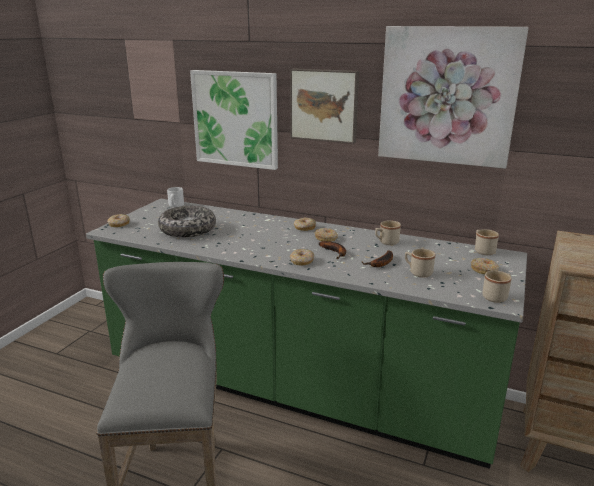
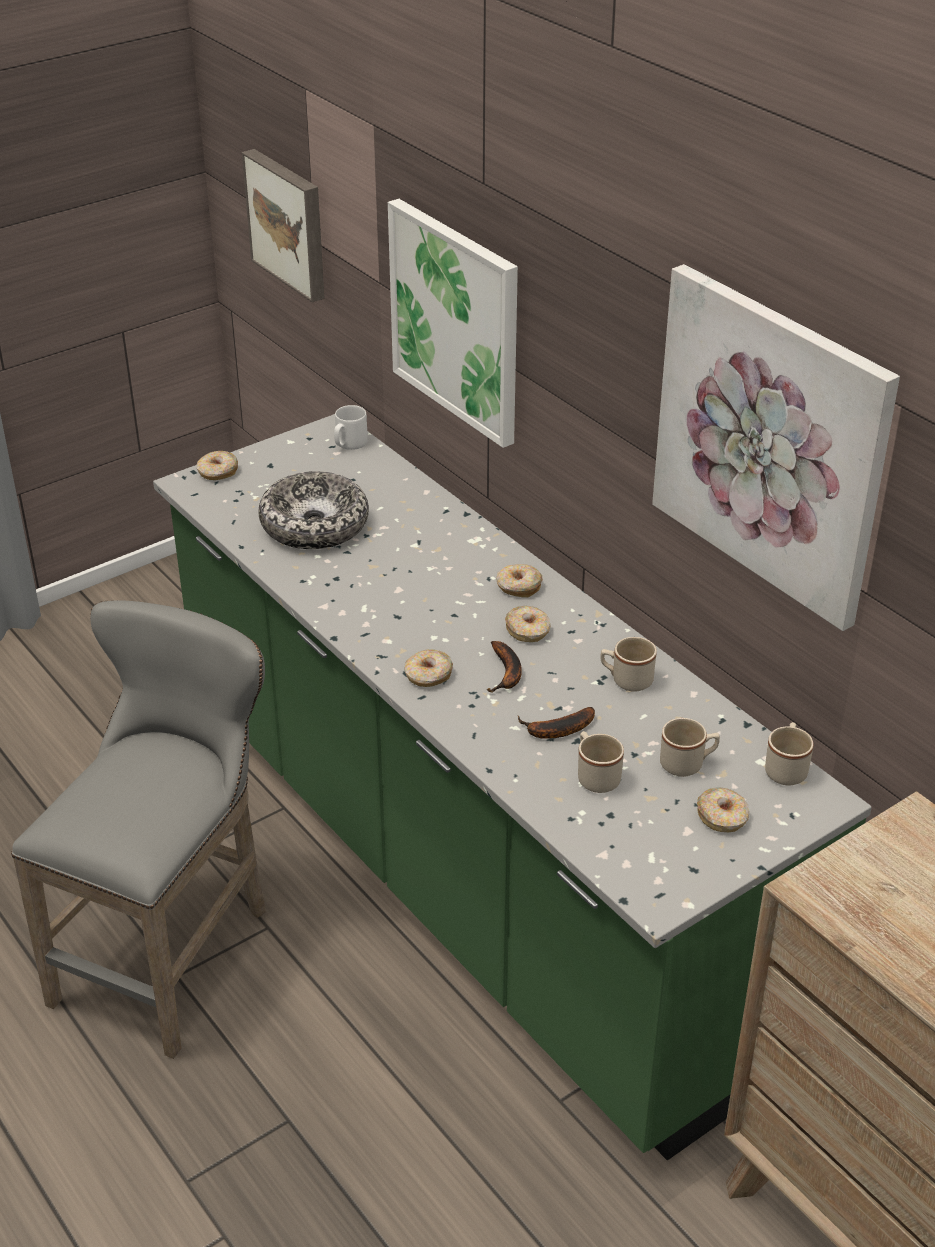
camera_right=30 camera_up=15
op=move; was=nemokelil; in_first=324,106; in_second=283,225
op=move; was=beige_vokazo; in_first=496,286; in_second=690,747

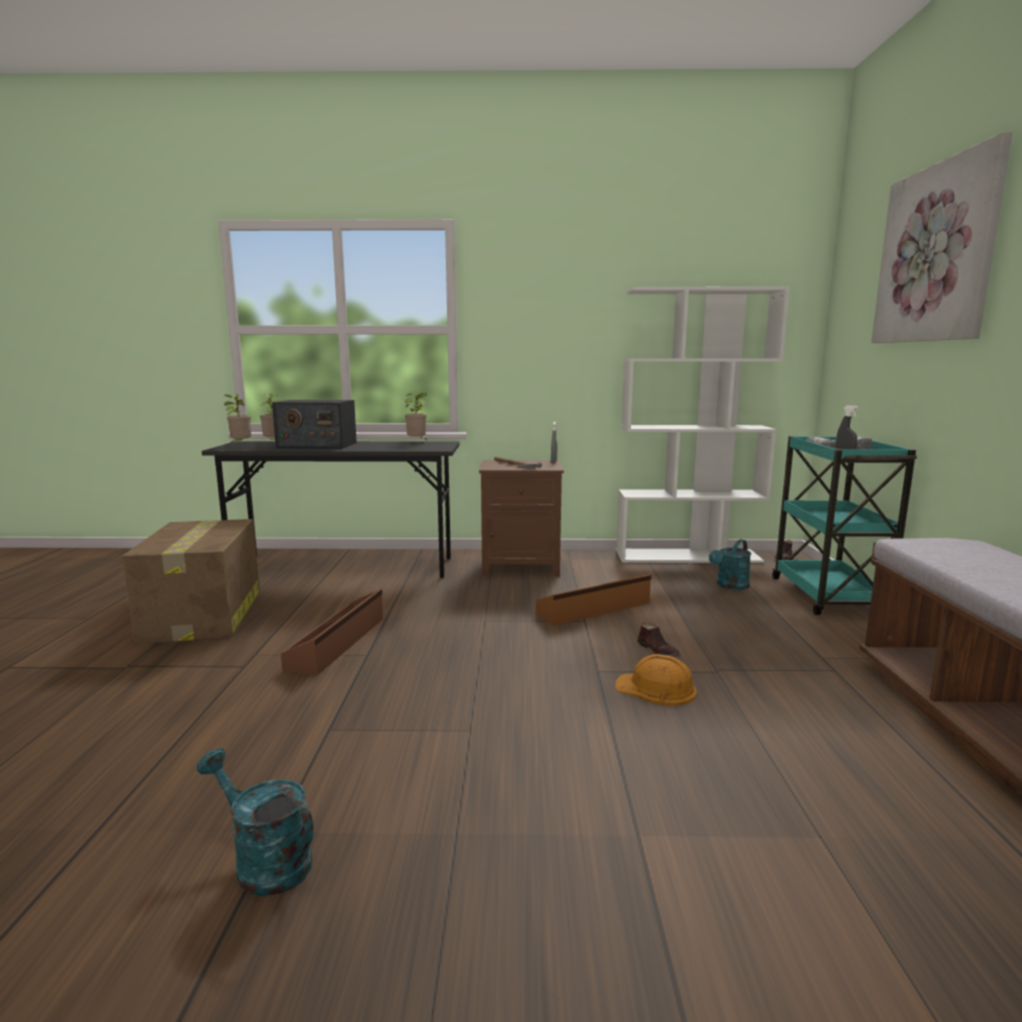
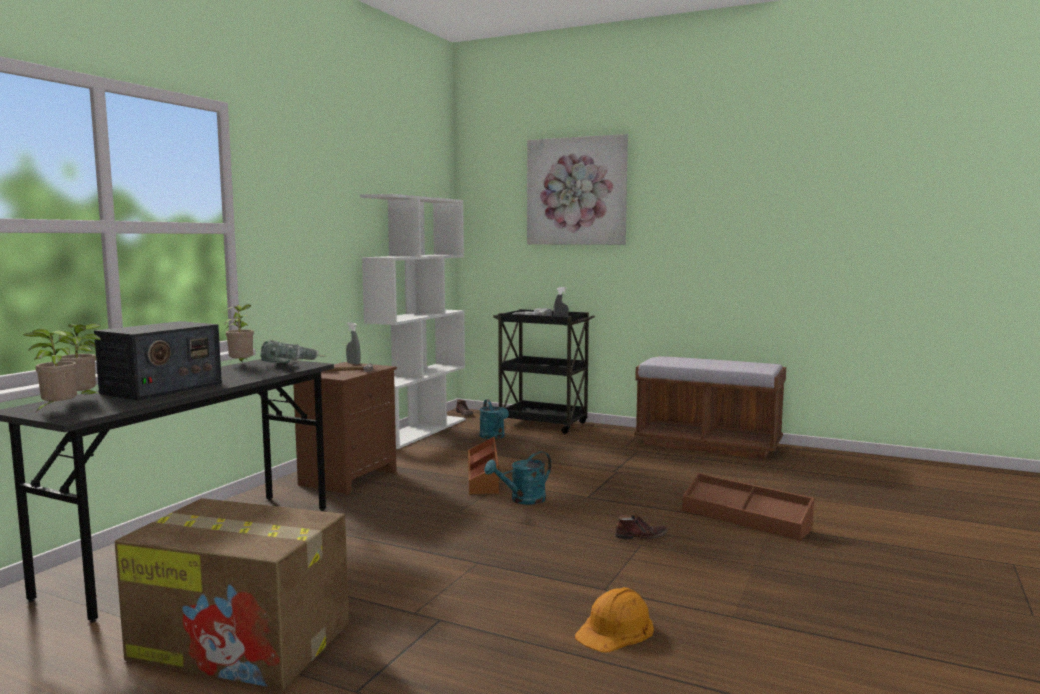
camera_right=-65 camera_up=-5
op=insert; now=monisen; in_second=292,352
op=move; was=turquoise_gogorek; in_first=255,822; in_second=517,478
op=move; was=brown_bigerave; in_first=332,632; in_second=748,506
op=move; was=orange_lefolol; in_first=656,680; in_second=614,619
op=move; was=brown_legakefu; in_first=658,639; in_second=641,526
op=recolor; was=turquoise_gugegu; now=black_gugegu; in_first=844,525; in_second=544,371

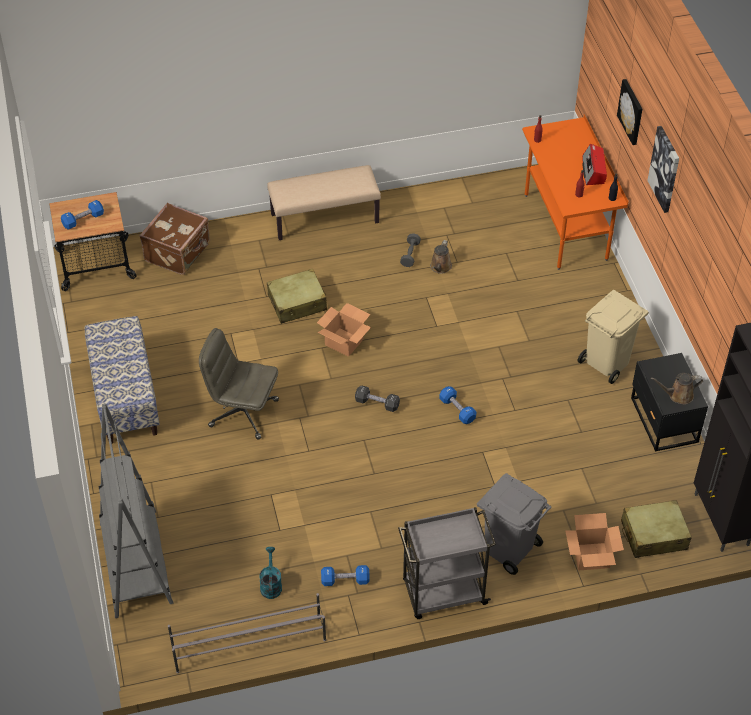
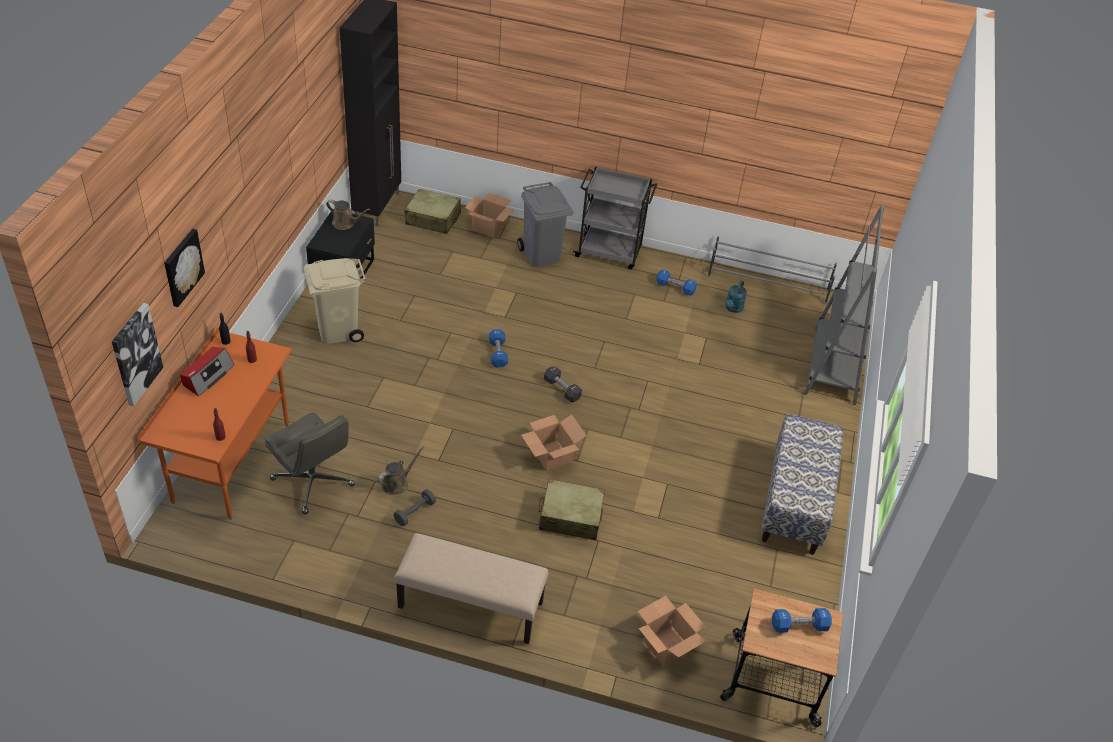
camera_right=-155 camera_up=-5
op=move; was=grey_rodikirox; in_first=239,384; in_second=310,463
op=move; was=nemokelil; in_first=663,169; in_second=137,354
op=replace; was=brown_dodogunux; now=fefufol; in_first=175,239; in_second=672,631

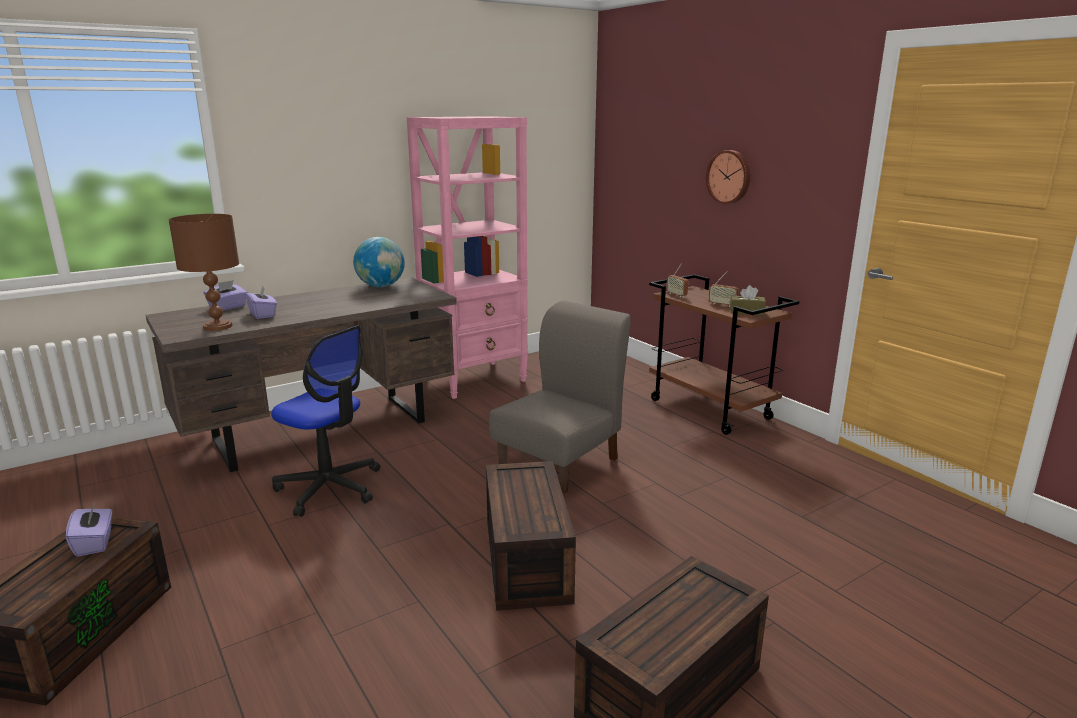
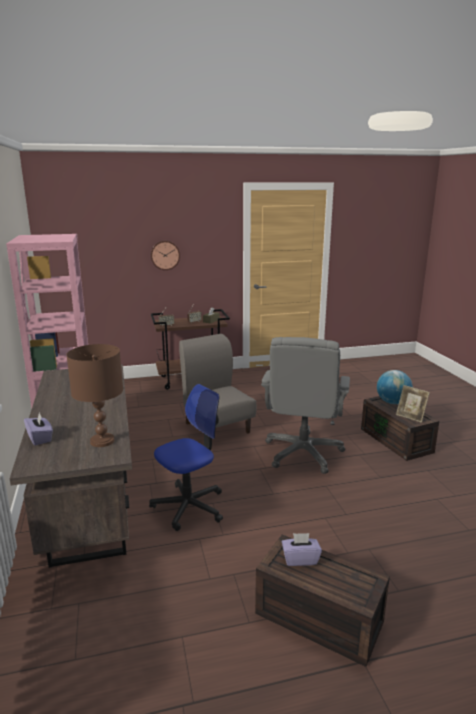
camera_right=-70 camera_up=0
op=delete; was=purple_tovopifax; in_first=261,302
op=insert; now=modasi; in_second=413,404
op=move; was=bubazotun; in_first=379,262; in_second=395,387
op=replace; was=brown_bigerave; now=grey_rodikirox; in_first=531,536; in_second=305,405

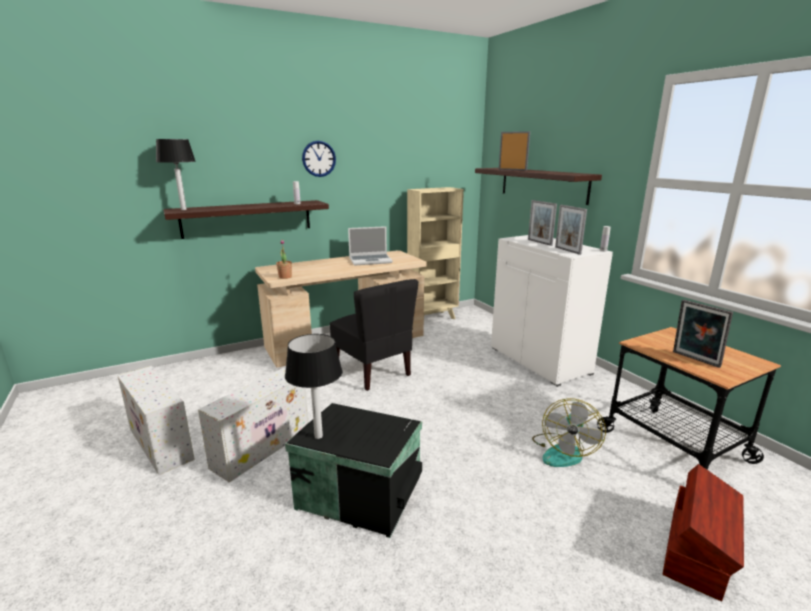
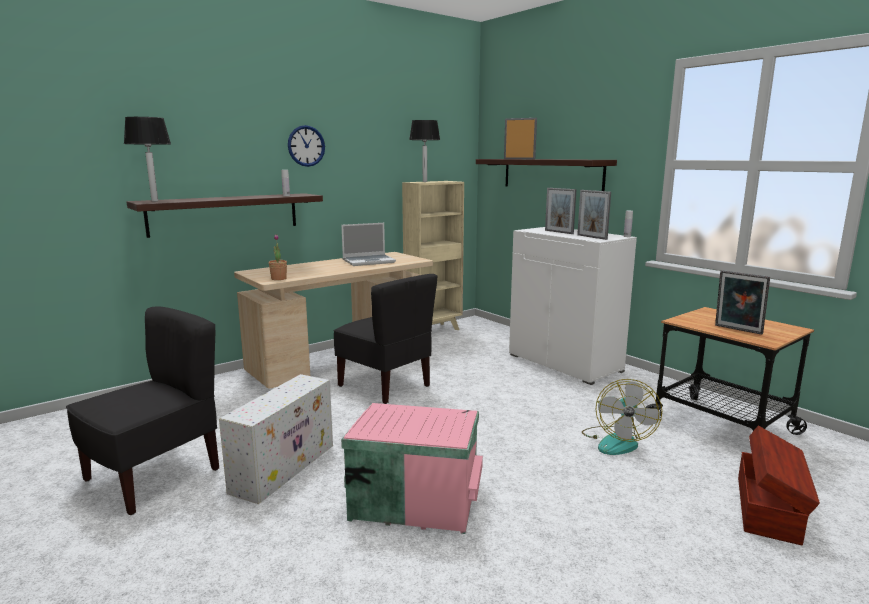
camera_right=-10 camera_up=-5
op=move; was=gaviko; in_first=313,386; in_second=424,151
op=replace; was=white_bigerave; now=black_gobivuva; in_first=156,420; in_second=142,411
op=recolor; was=black_bigerave; now=pink_bigerave; in_first=353,470; in_second=412,468

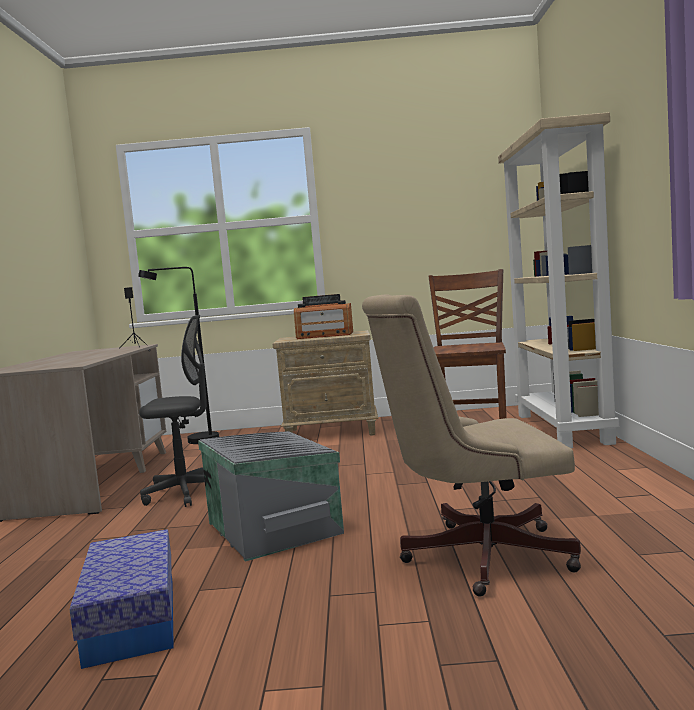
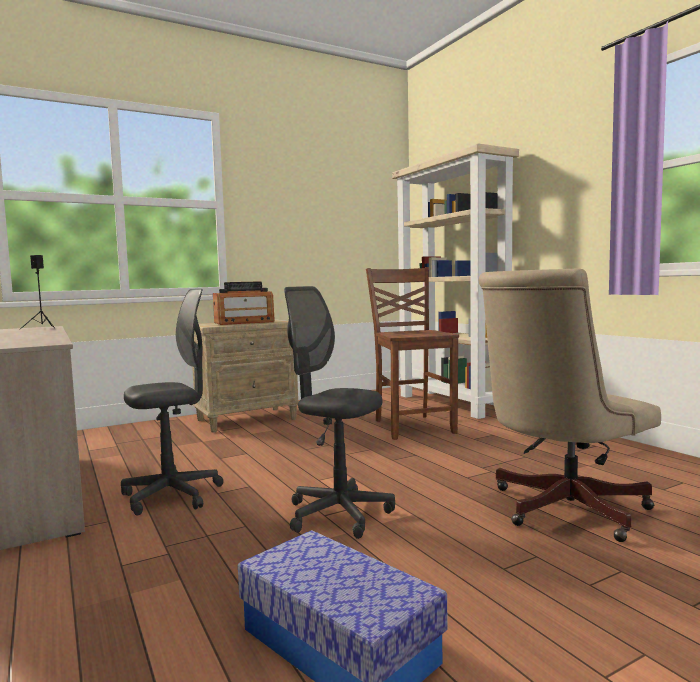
camera_right=-30 camera_up=0
op=delete; was=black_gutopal; in_first=178,355
op=replace; was=grey_bigerave; now=grey_rodikirox; in_first=271,496; in_second=339,412

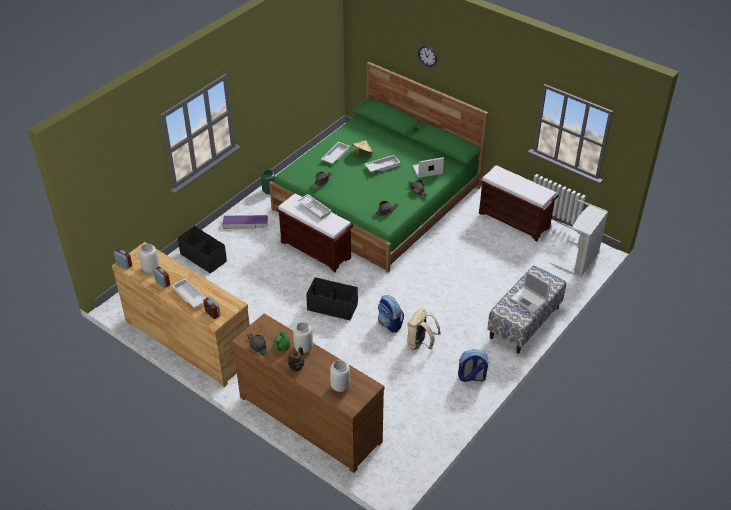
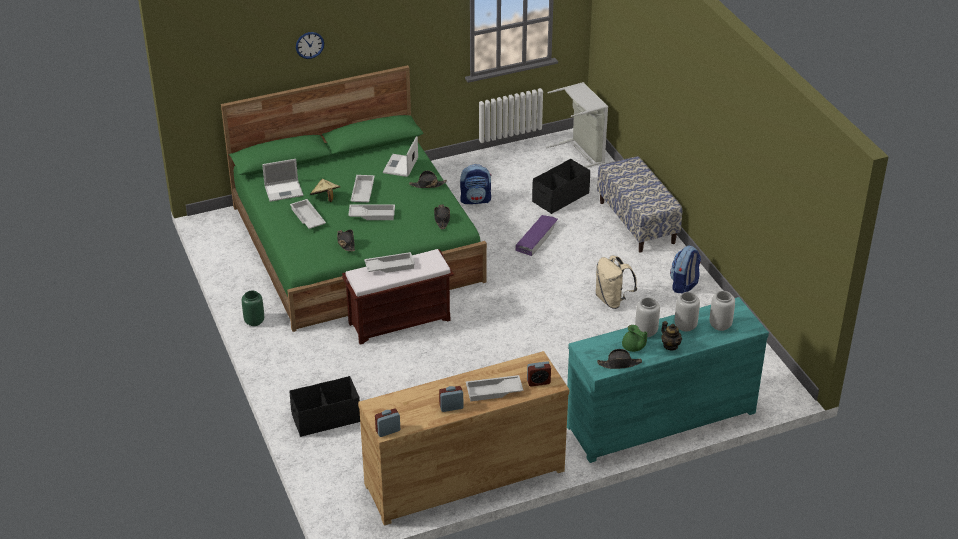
camera_right=-60 camera_up=-5
op=delete; was=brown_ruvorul; in_first=519,203
op=insert; now=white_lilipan; in_second=371,212
op=move; was=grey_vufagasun; in_first=149,258; in_second=687,312
op=move; was=purple_bigerave; in_first=245,222; in_second=536,235
op=move; was=black_bigerave; in_first=332,298; in_second=561,186
op=move; was=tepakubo; in_first=391,314; in_second=476,184
op=move; was=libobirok; in_first=530,292; in_second=283,180
op=recolor; was=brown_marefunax; now=turquoise_marefunax; in_first=308,393; in_second=668,380

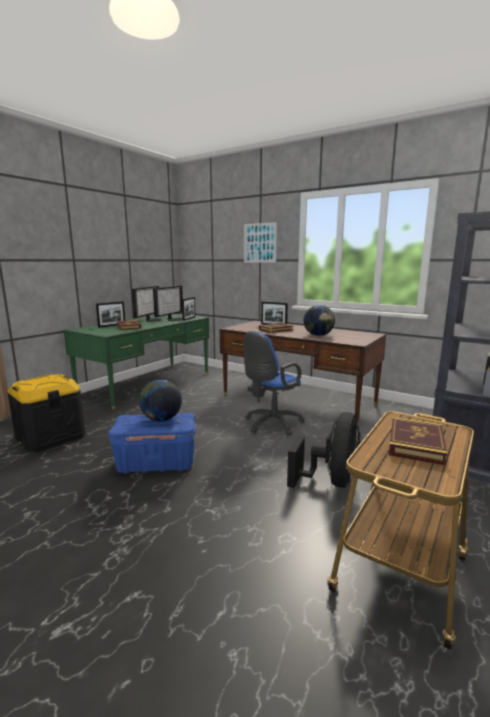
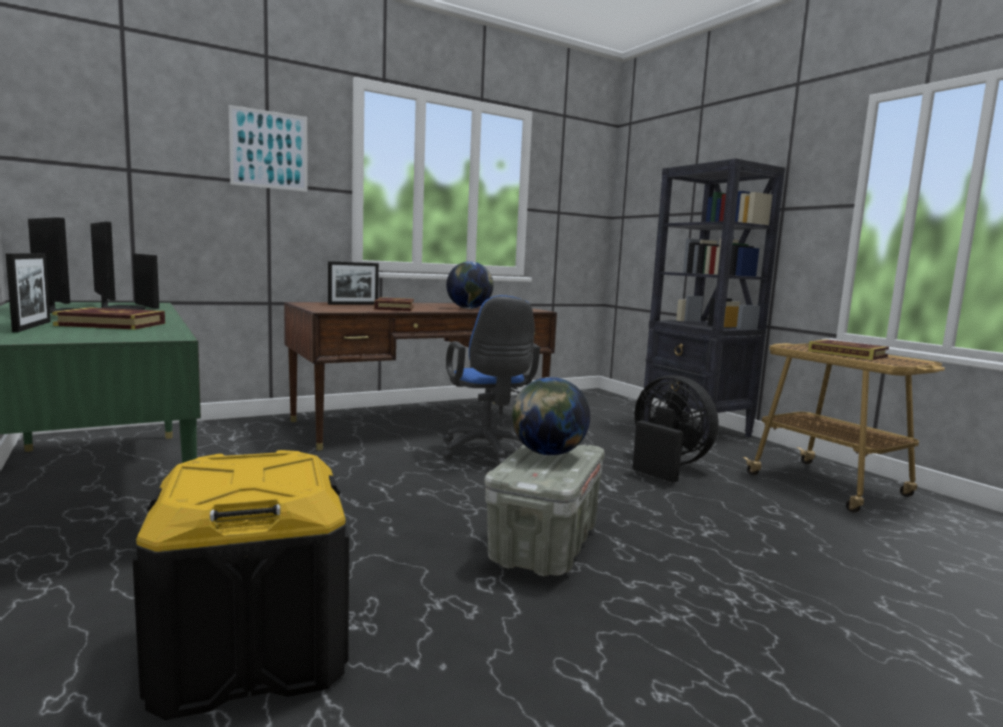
camera_right=-65 camera_up=-5
op=recolor; was=blue_bigerave; now=grey_bigerave; in_first=152,443; in_second=544,510

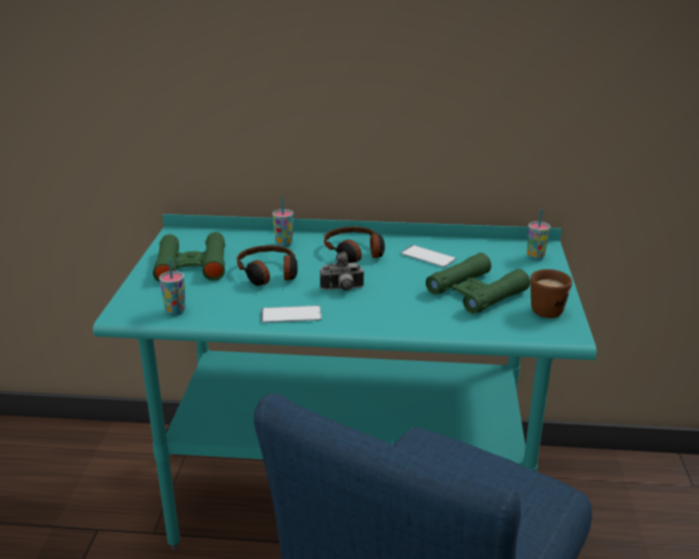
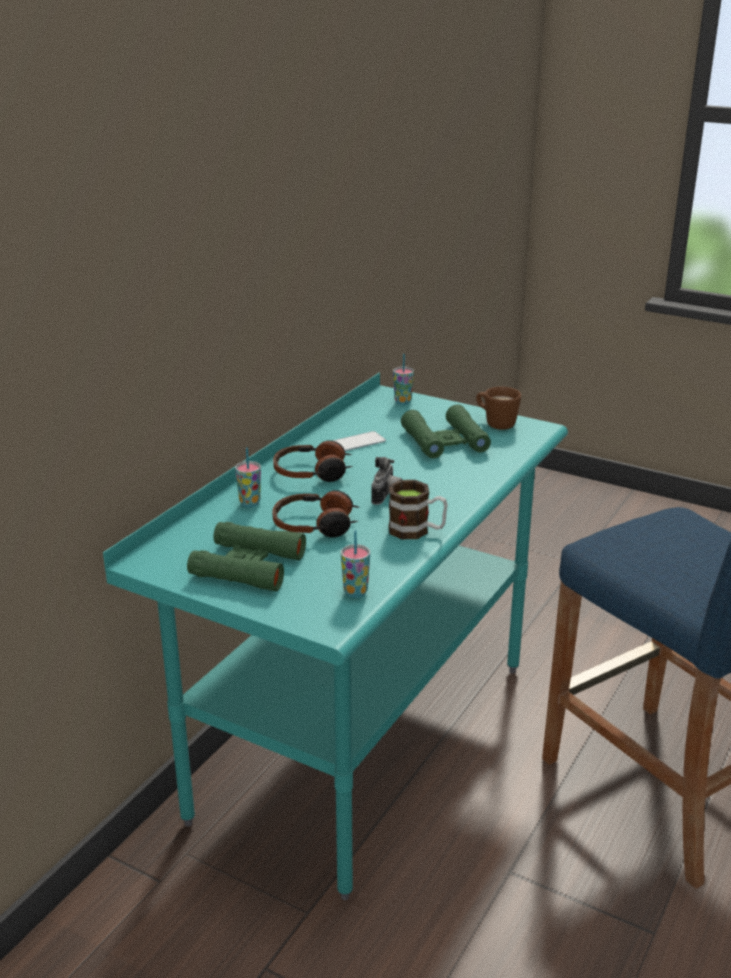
camera_right=-65 camera_up=0
op=replace; was=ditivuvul; now=vokazo; in_first=291,314; in_second=418,509

